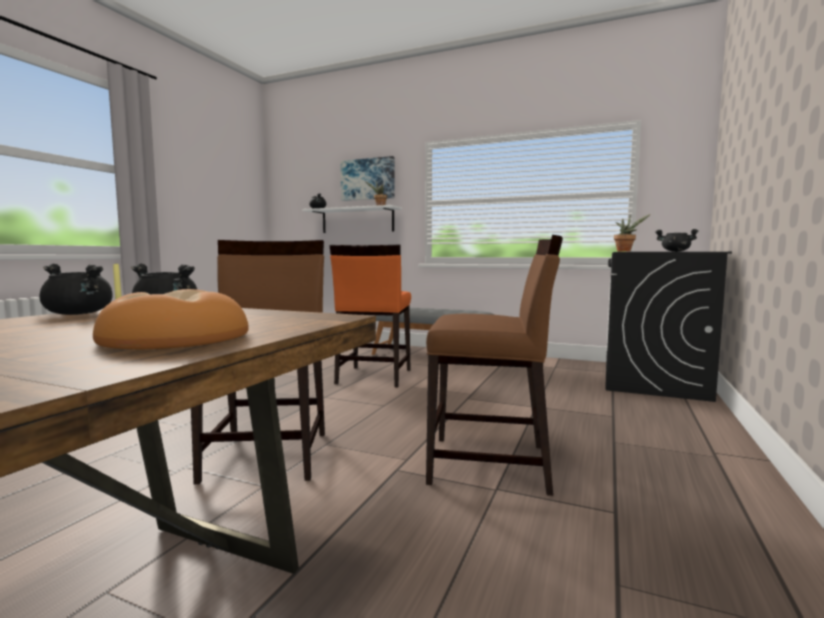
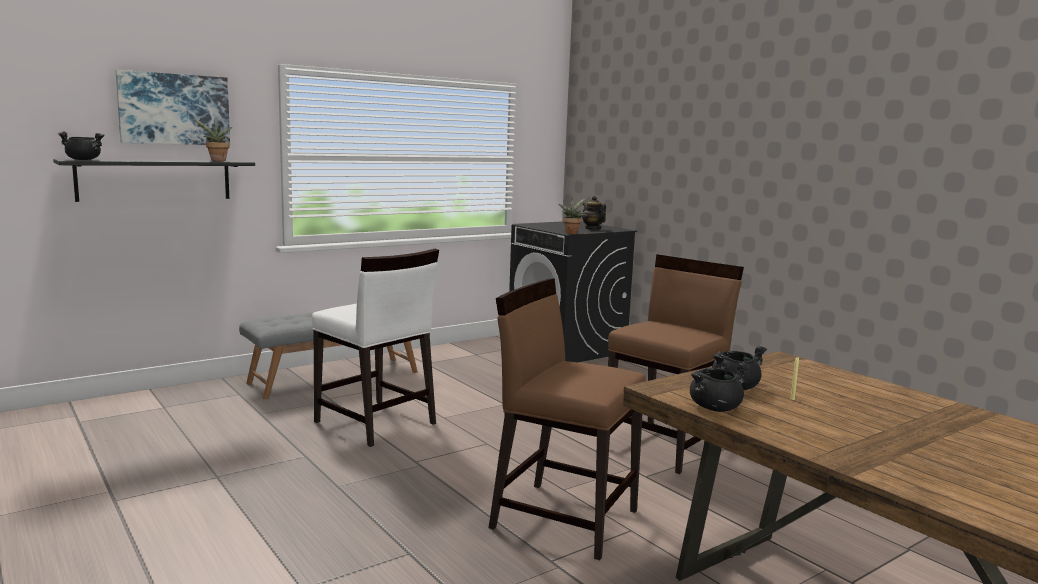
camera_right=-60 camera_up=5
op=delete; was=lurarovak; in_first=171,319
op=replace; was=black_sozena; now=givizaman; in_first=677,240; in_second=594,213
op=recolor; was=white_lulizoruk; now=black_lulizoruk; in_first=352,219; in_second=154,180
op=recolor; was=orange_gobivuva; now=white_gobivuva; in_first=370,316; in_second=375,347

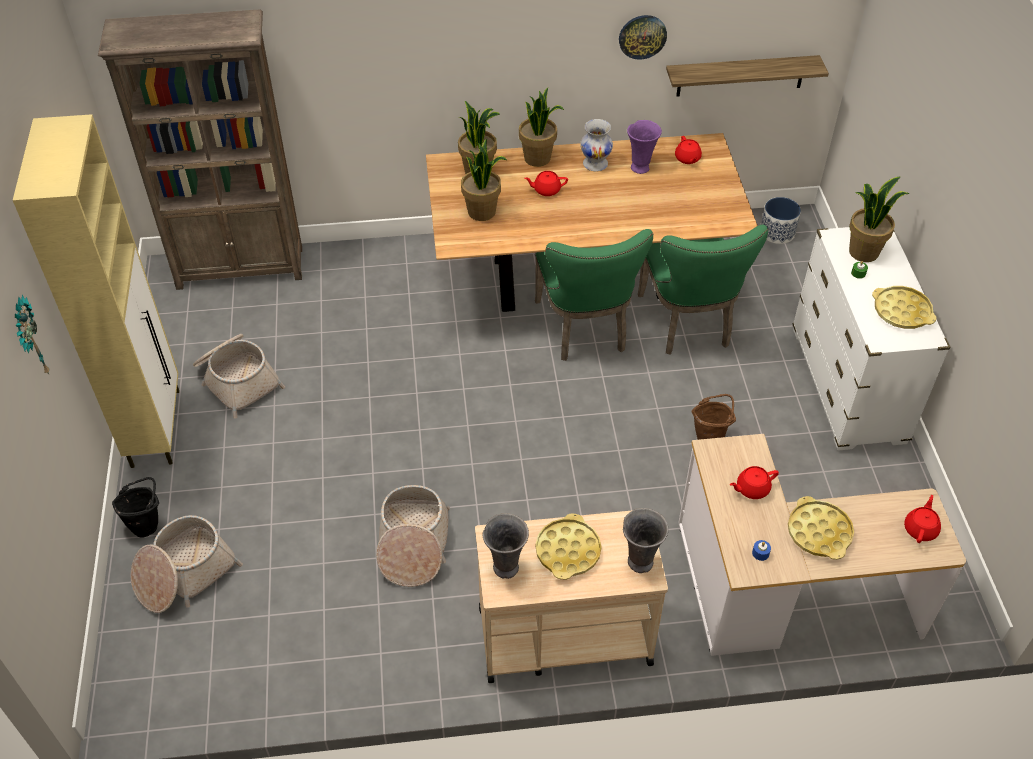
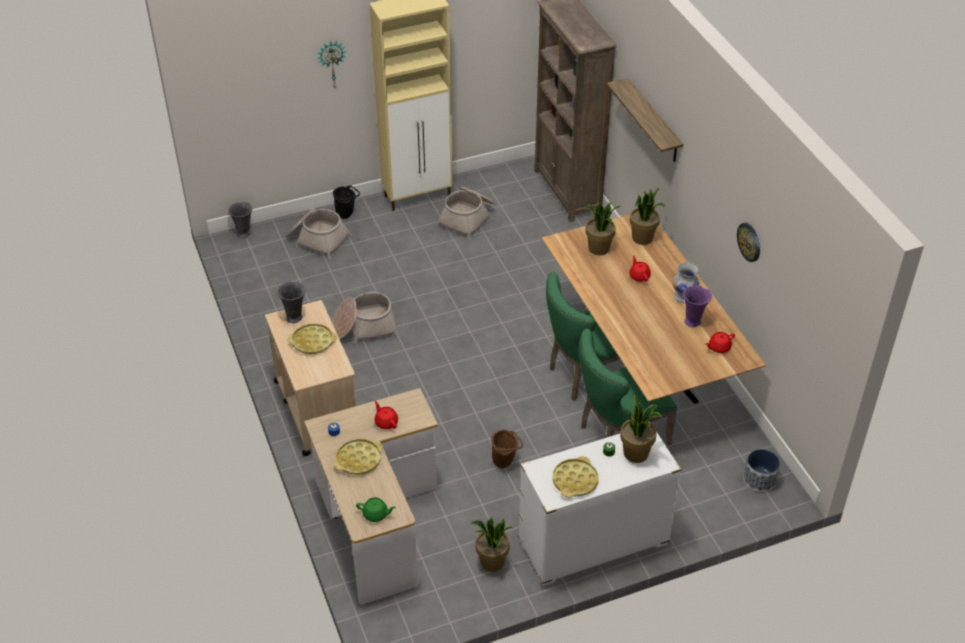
camera_right=75 camera_up=-5
op=move; was=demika; in_first=541,127; in_second=491,544
op=move; was=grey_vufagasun; in_first=645,540; in_second=240,220
op=move; was=lulizoruk; in_first=747,76; in_second=645,120
op=recolor; was=red_givizaman; now=green_givizaman; in_first=922,519; in_second=376,509

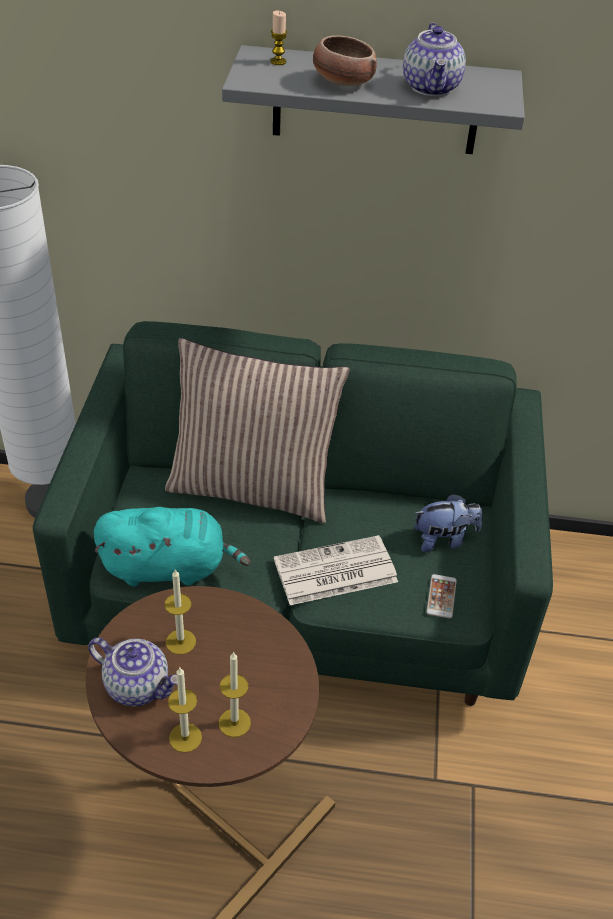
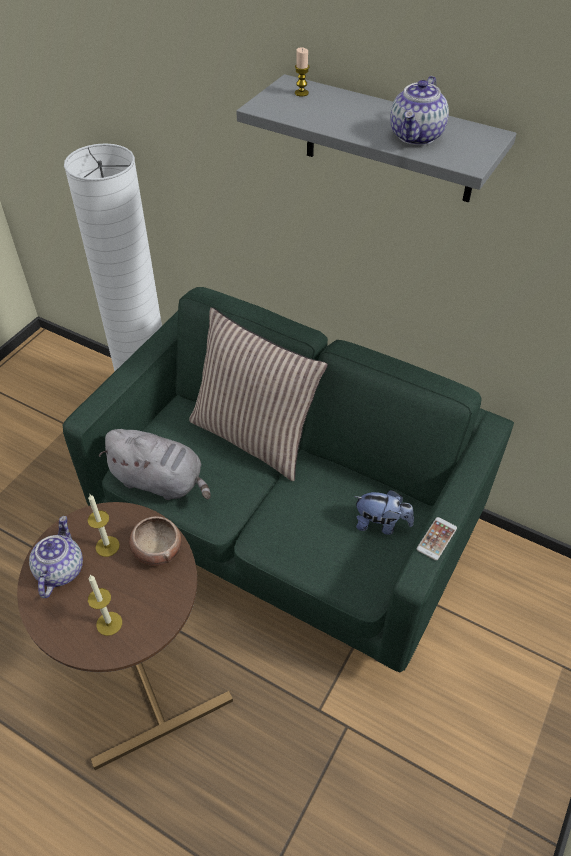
camera_right=25 camera_up=5
op=delete; was=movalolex; in_first=185,710
op=delete; was=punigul; in_first=336,570
op=move; was=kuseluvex; in_first=345,60; in_second=155,541
op=move; was=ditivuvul; in_first=441,596; in_second=437,538
op=recolor; was=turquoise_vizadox; now=grey_vizadox; in_first=172,546; in_second=155,464
op=rotate; was=givizaman; in_first=132,672; in_second=56,557; clockwise=-135

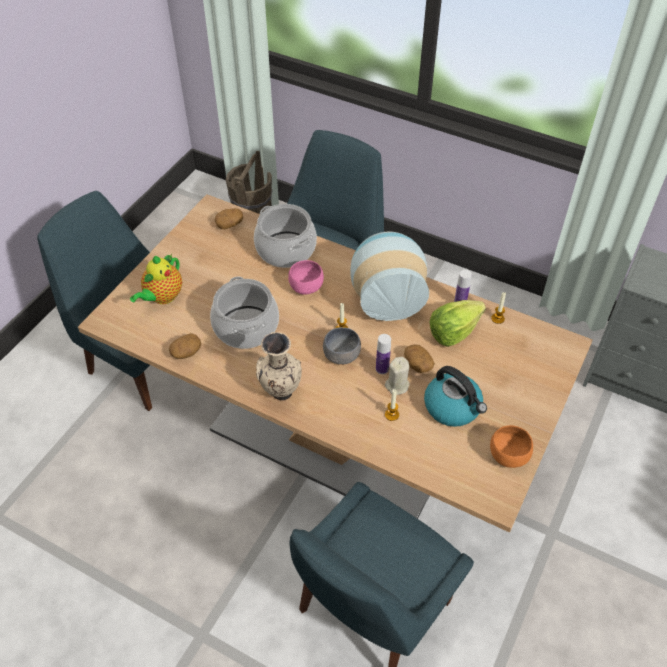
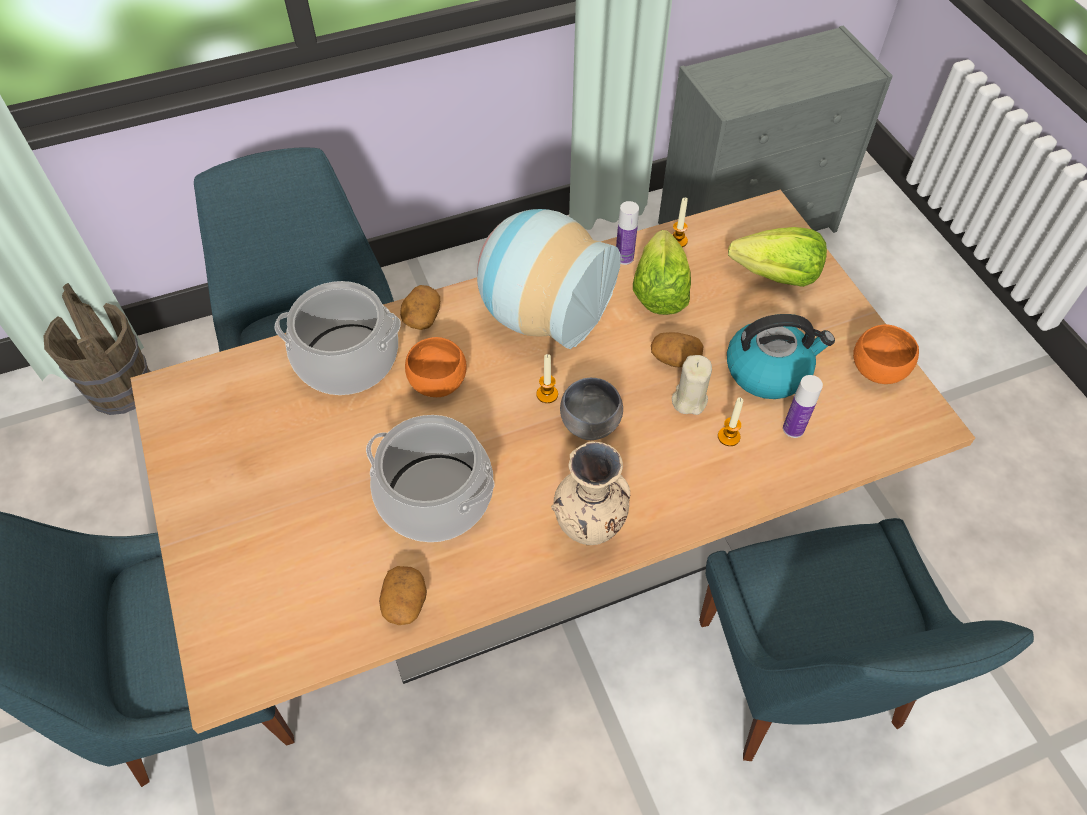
camera_right=-50 camera_up=5
op=delete; was=givizaman; in_first=156,279
op=insert; now=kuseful; in_second=777,257
op=move; was=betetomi; in_first=229,218; in_second=420,307
op=move; was=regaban; in_first=383,354; in_second=803,406
op=recolor; was=pink_kuseluvex; now=orange_kuseluvex; in_first=306,277; in_second=436,367

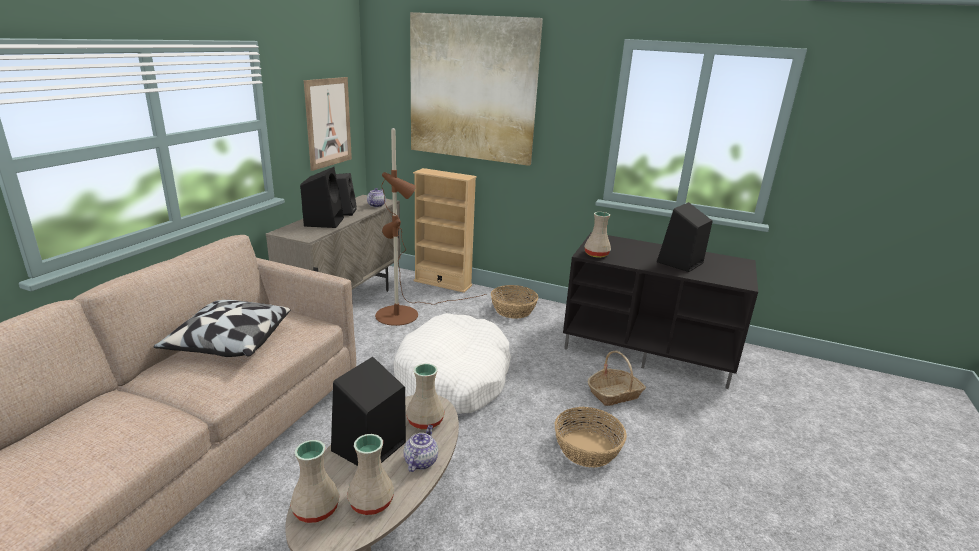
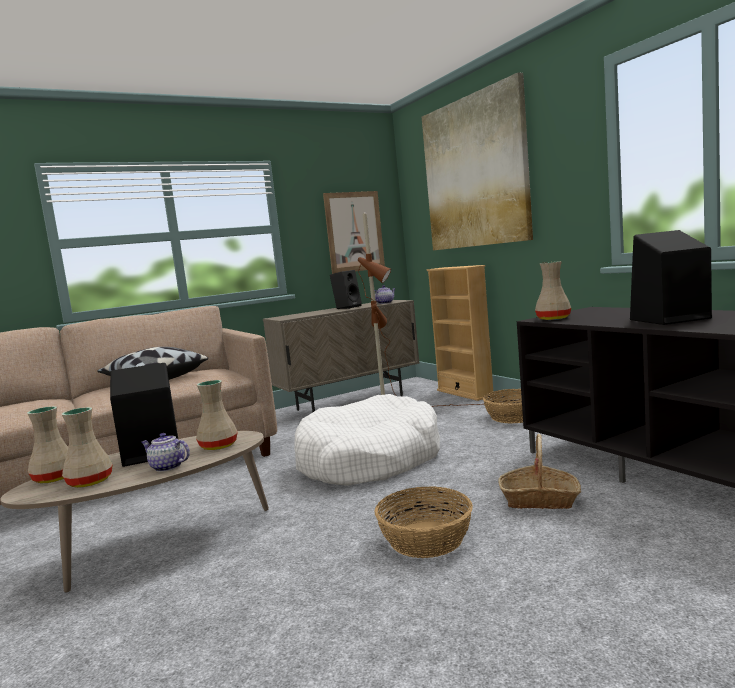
camera_right=40 camera_up=-15
op=delete; was=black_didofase; in_first=322,197
op=rotate; was=givizaman; in_first=421,448; in_second=165,452; clockwise=-120

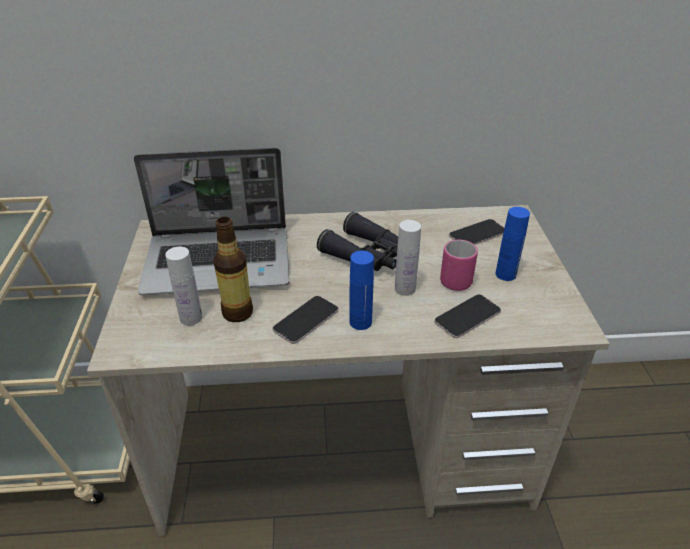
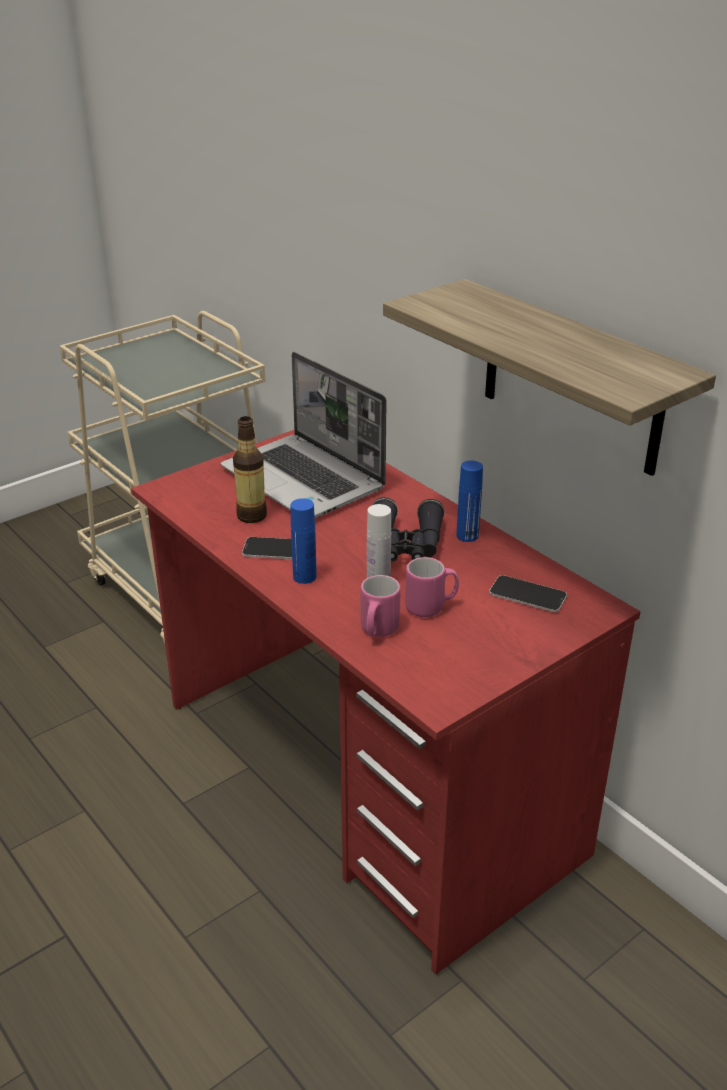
camera_right=55 camera_up=-5
op=delete; was=white_regaban; in_first=184,286
op=insert; now=lulizoruk; in_second=549,377
op=move; was=blue_regaban; in_first=512,244; in_second=469,501
op=replace; was=ditivuvul; now=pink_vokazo; in_first=467,316; in_second=381,606
op=recolor; was=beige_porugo; now=red_porugo; in_first=348,370; in_second=386,702

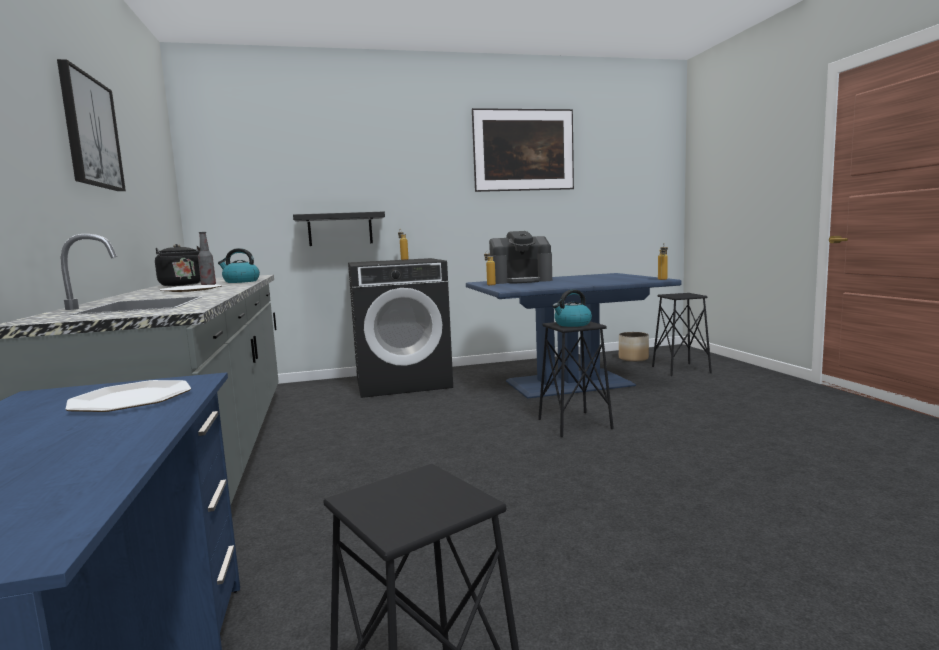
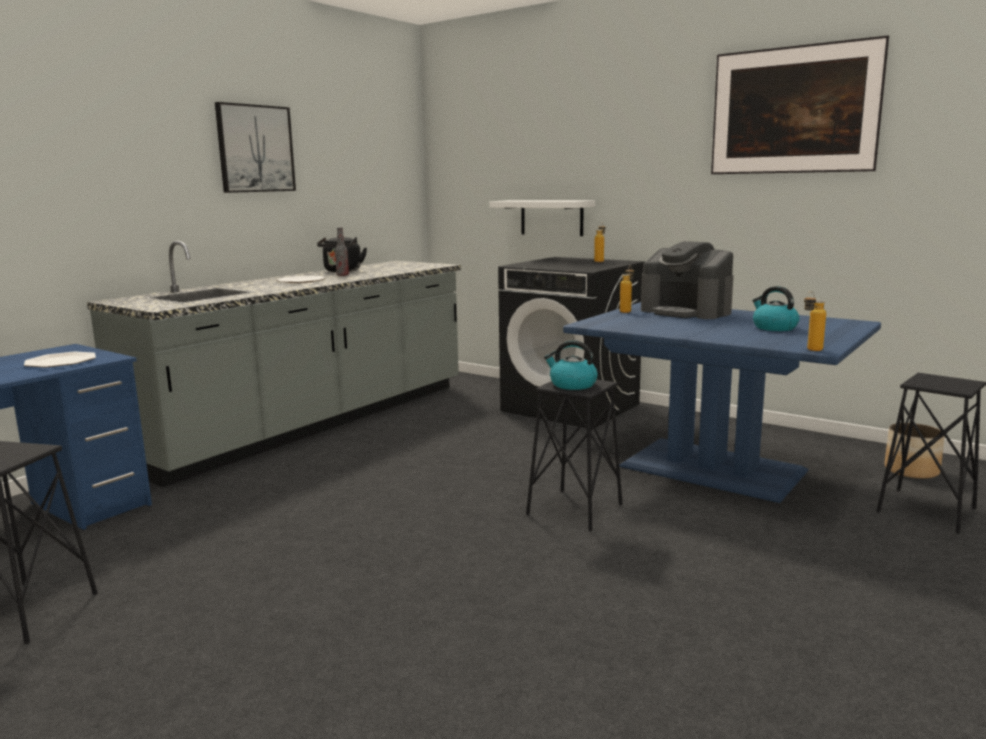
camera_right=50 camera_up=5
op=move; was=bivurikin; in_first=239,265; in_second=775,308
op=recolor; was=black_lulizoruk; now=white_lulizoruk; in_first=339,229; in_second=542,218

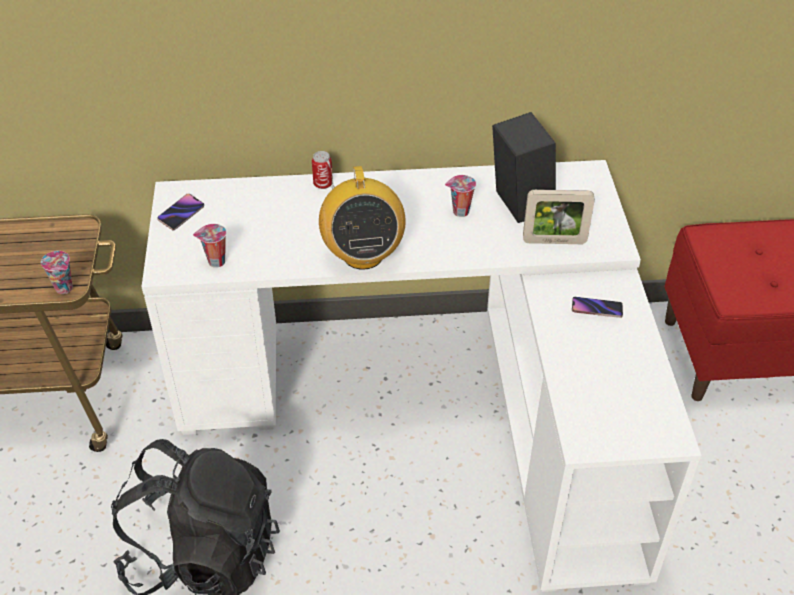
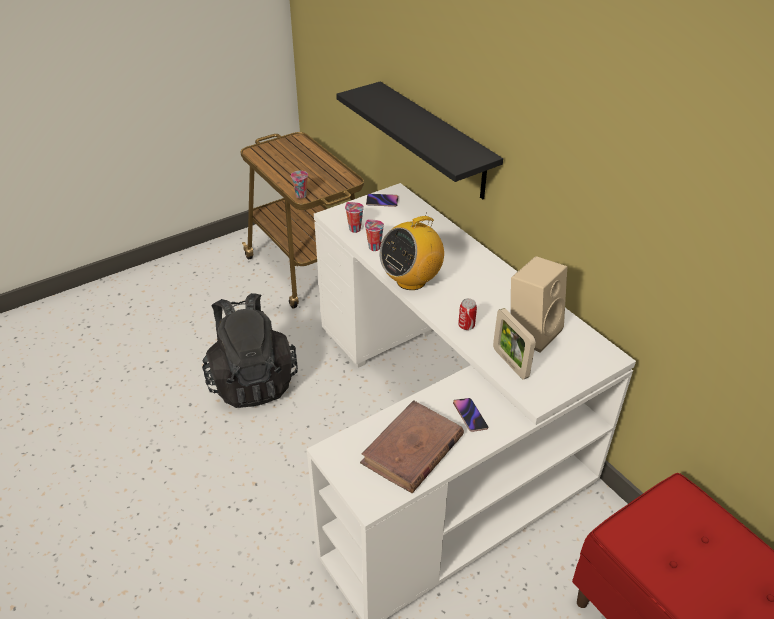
camera_right=60 camera_up=-5
op=insert; now=black_lulizoruk; in_second=419,140
op=insert; now=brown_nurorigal; in_second=412,446
op=move; was=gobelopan; in_first=322,170; in_second=467,314
op=move; was=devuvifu; in_first=460,196; in_second=374,235
op=recolor; was=black_didofase; now=beige_didofase; in_first=524,167; in_second=539,304

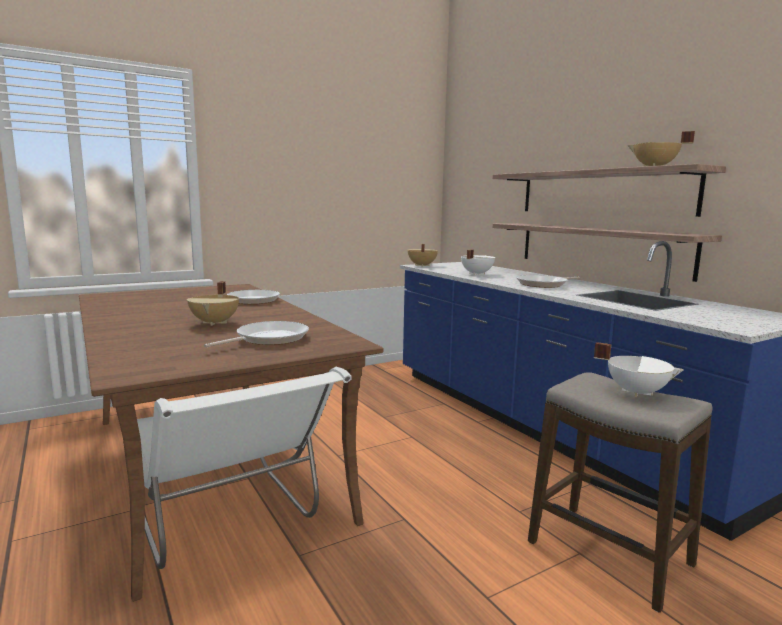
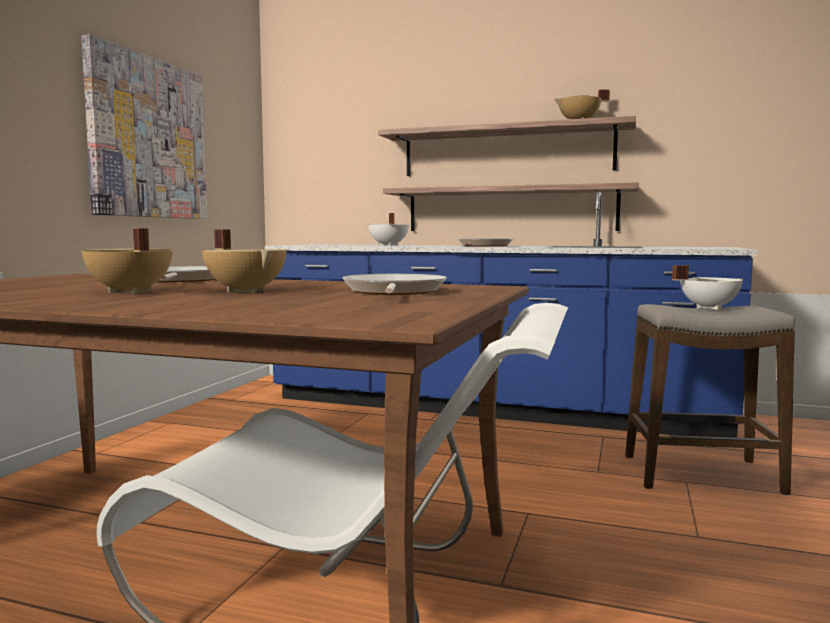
camera_right=-40 camera_up=-5
op=insert; now=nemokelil; in_second=144,126
op=move; was=beige_sozena; in_first=423,255; in_second=127,261

